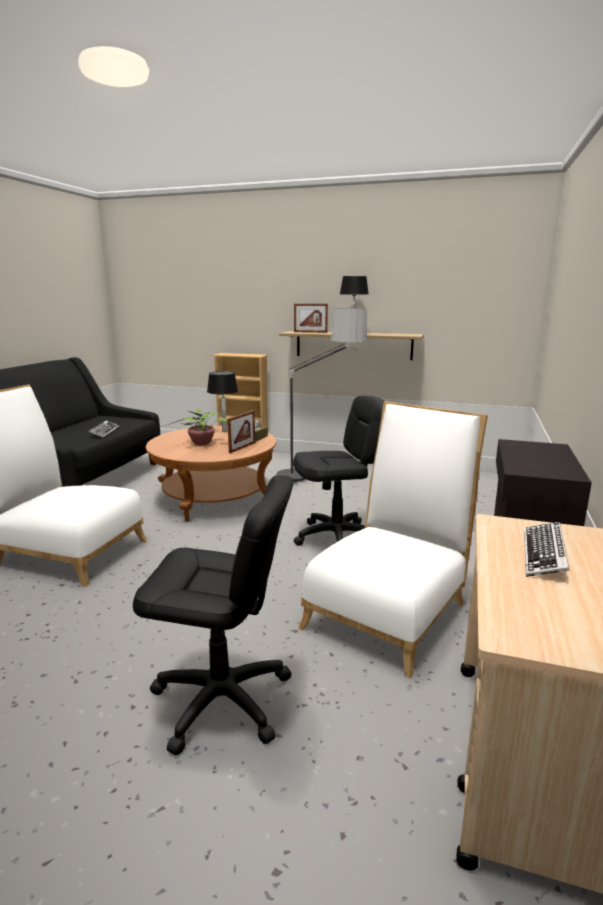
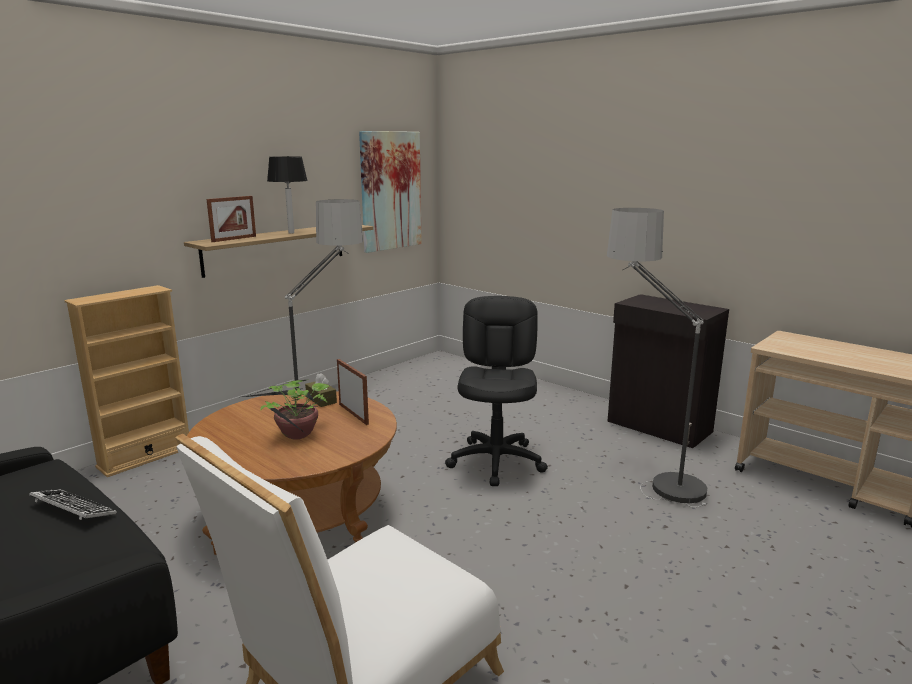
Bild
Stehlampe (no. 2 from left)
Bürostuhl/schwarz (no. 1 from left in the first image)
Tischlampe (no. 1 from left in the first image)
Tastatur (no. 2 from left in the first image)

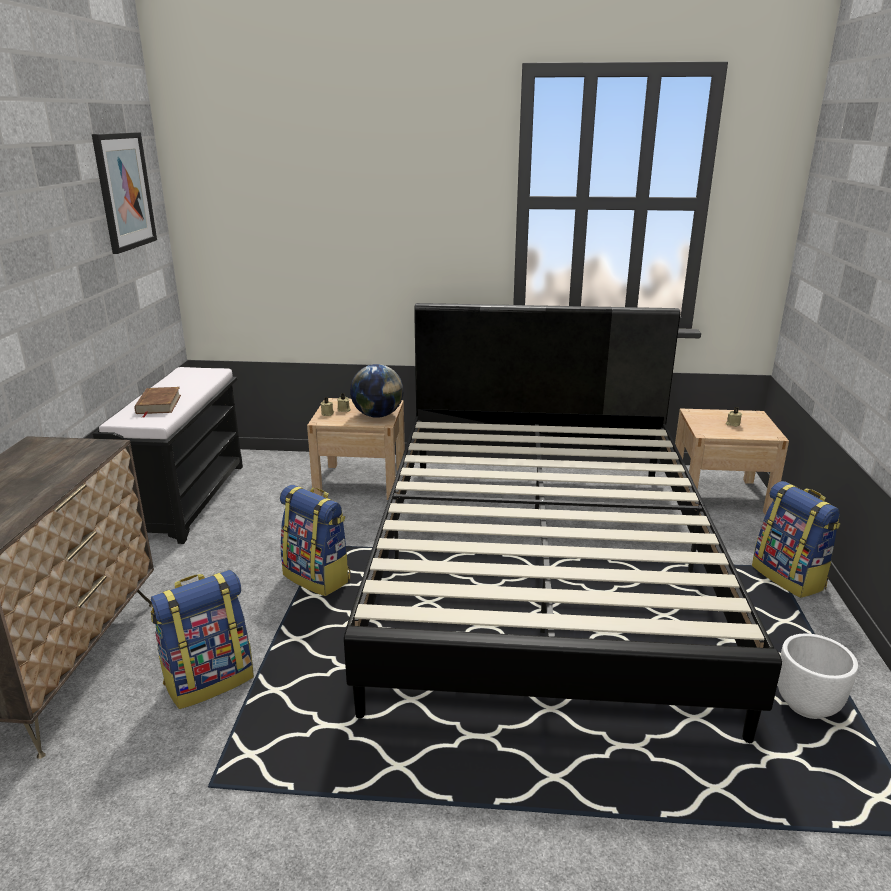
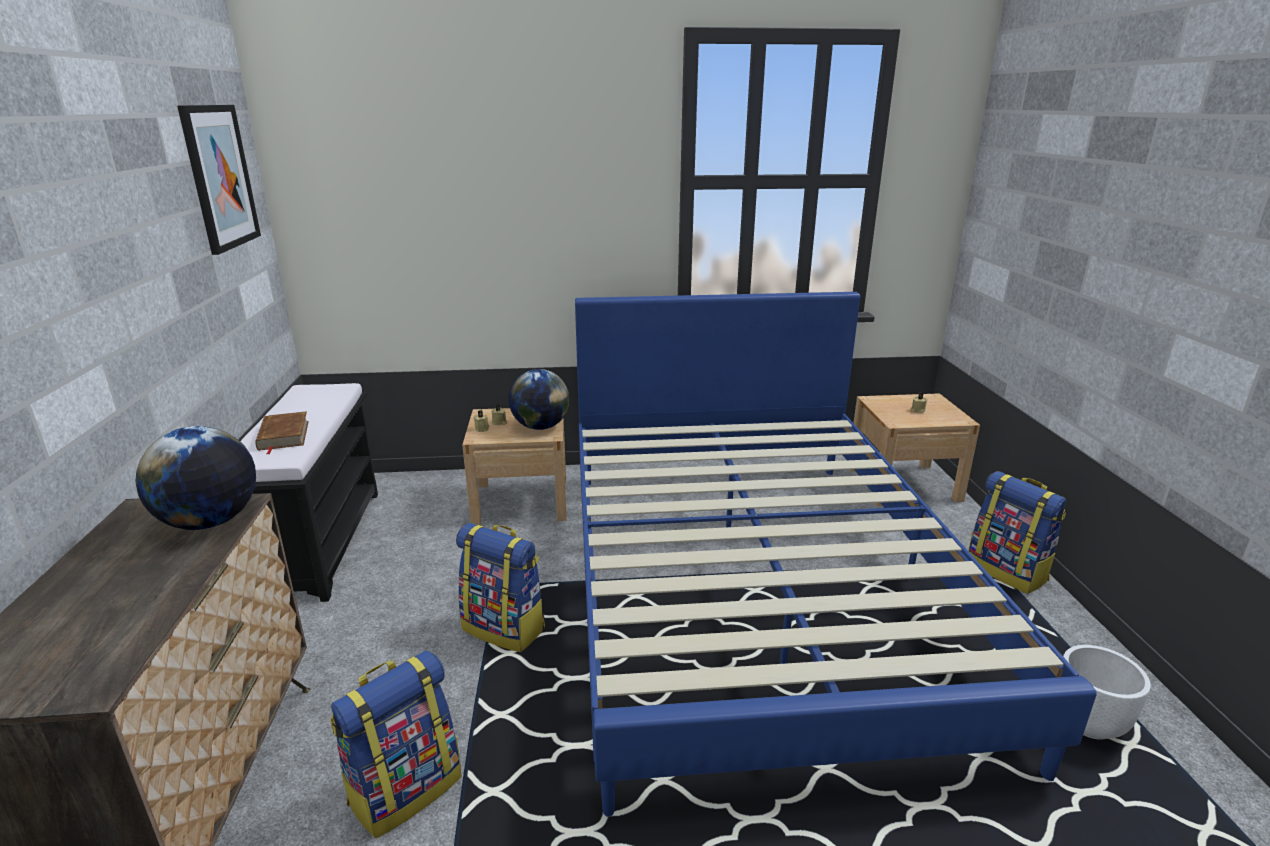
Globus (no. 1 from left)
Bett/blau

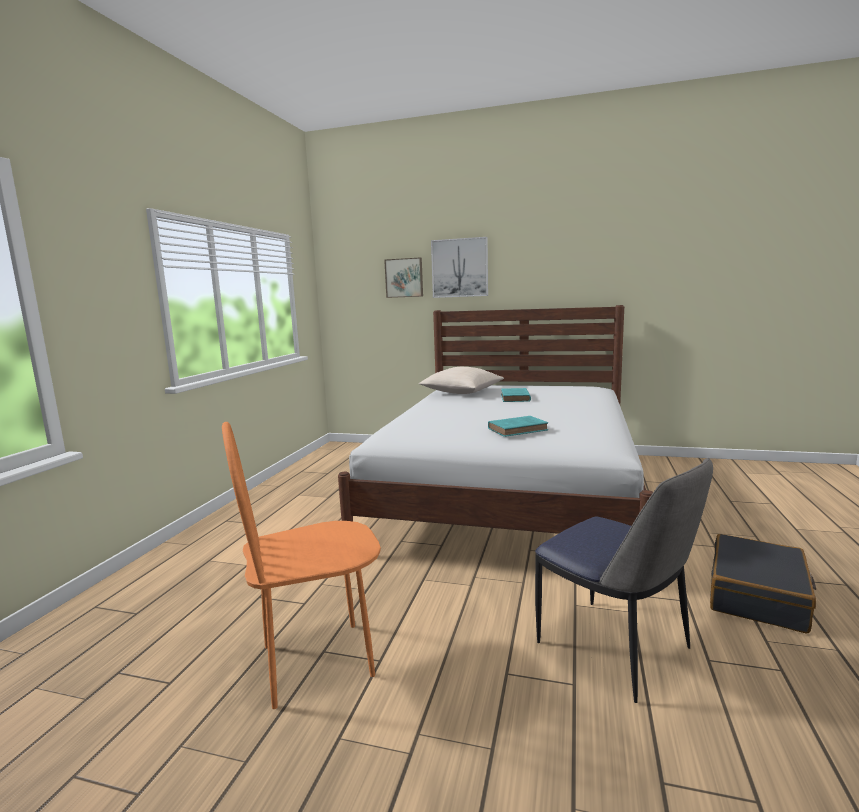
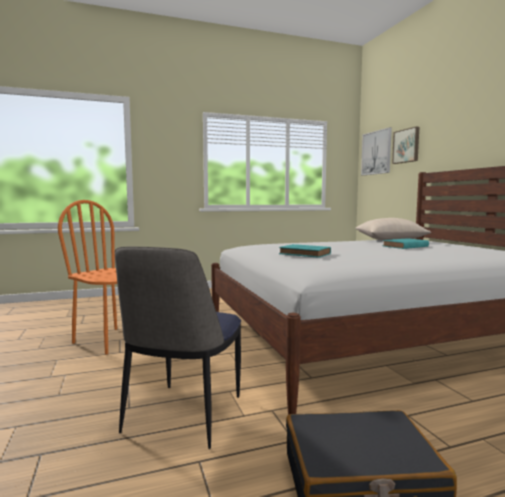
Bild (no. 1 from left)

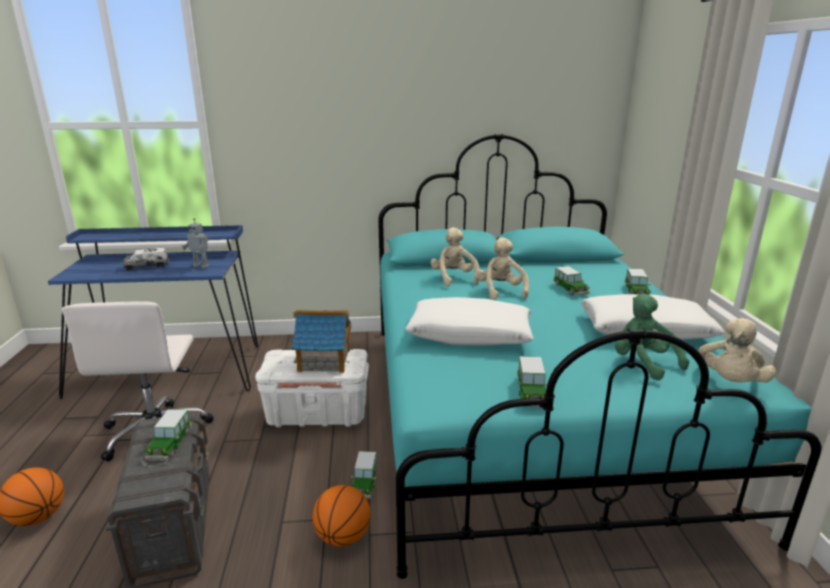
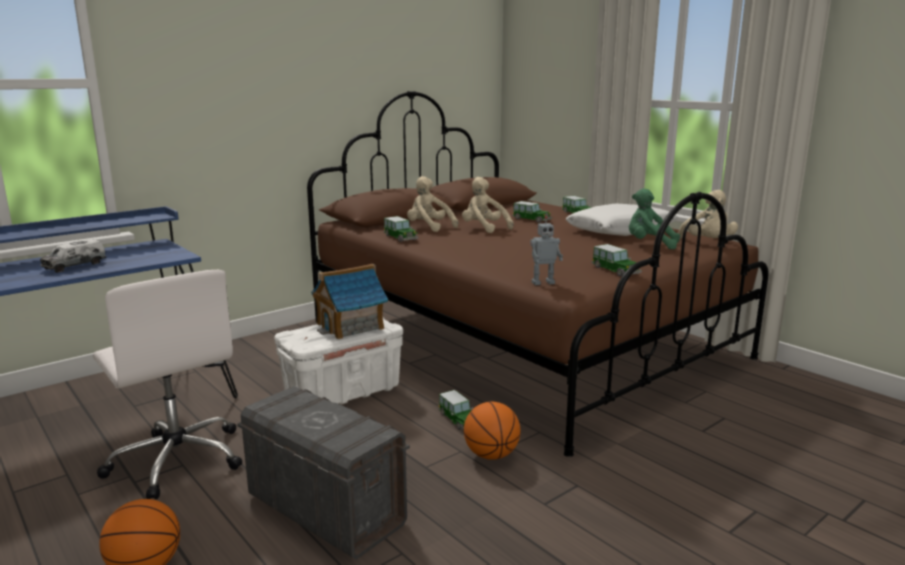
Bett/braun
Spielzeugauto (no. 1 from left)
Spielzeugroboter
Kissen/weiß (no. 1 from left in the first image)

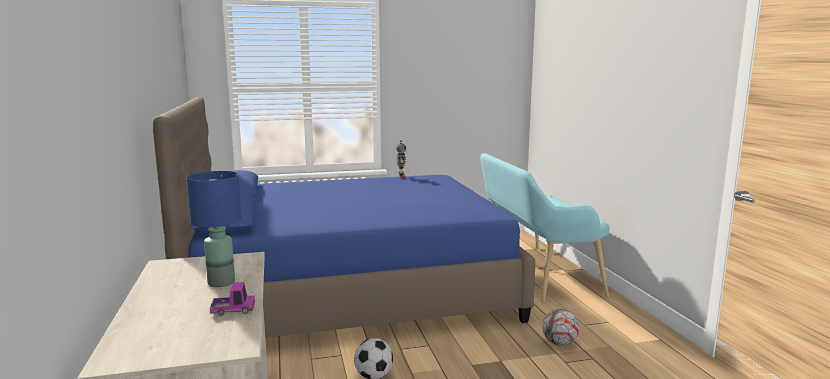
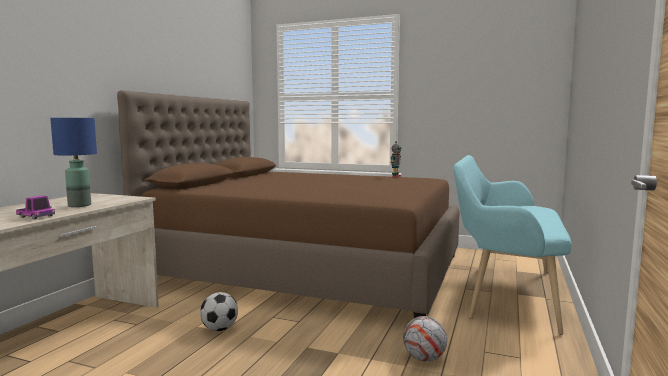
Bett/braun

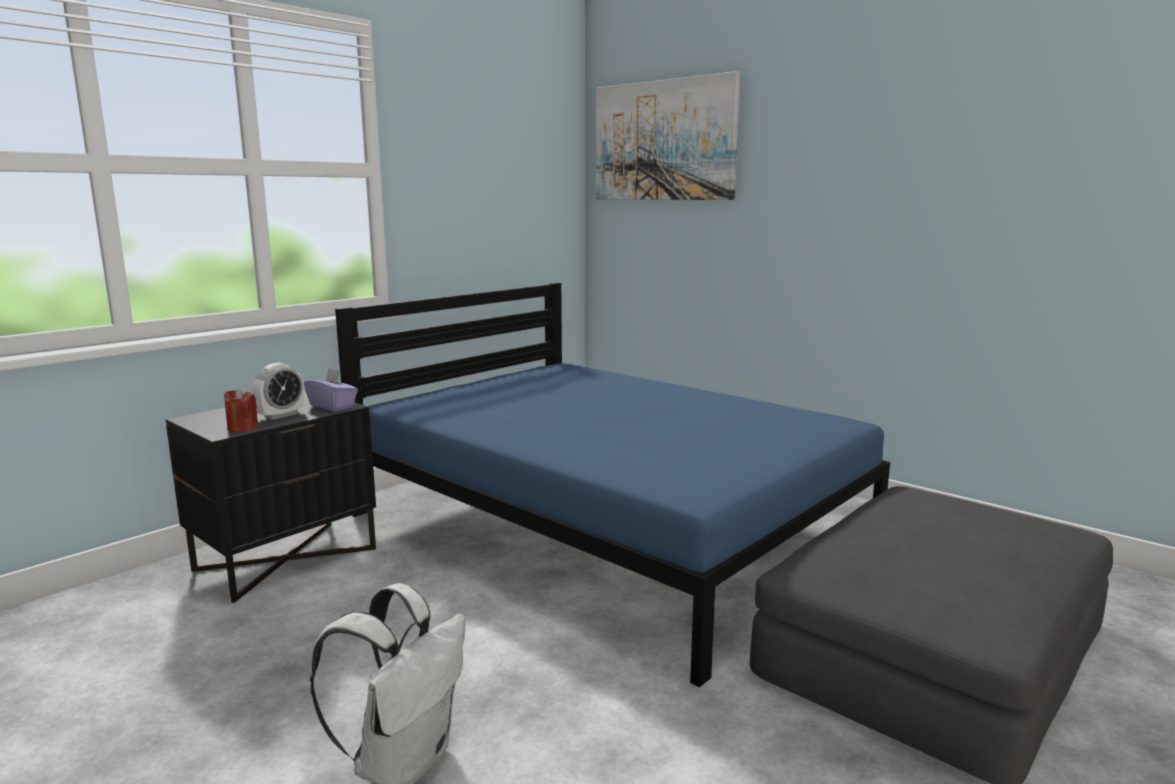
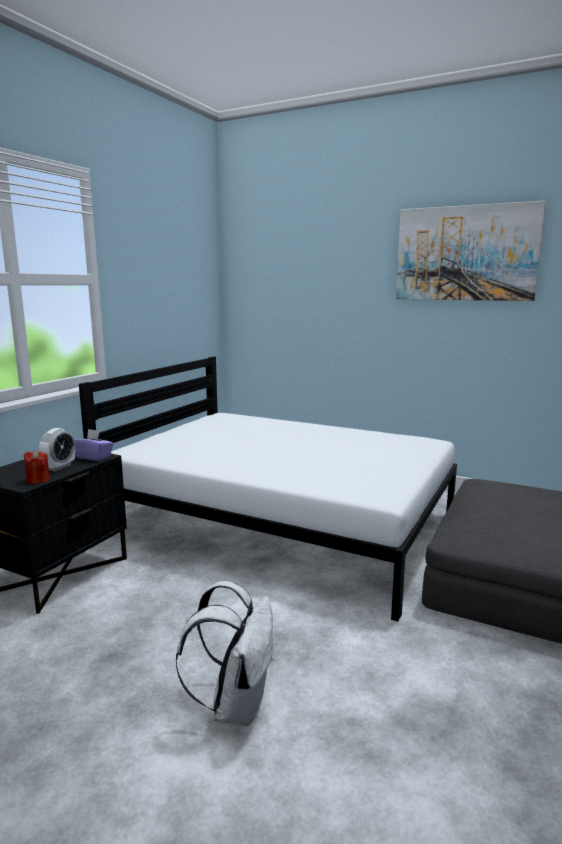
Bett/weiß
Bild

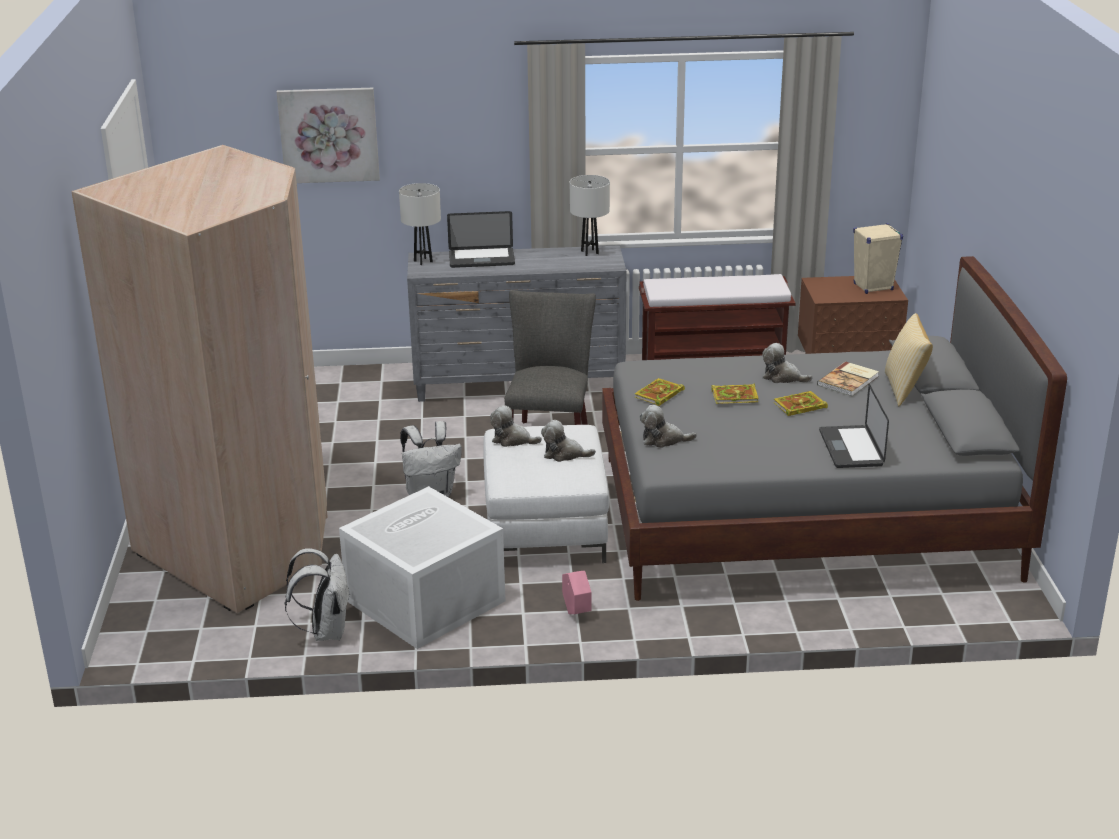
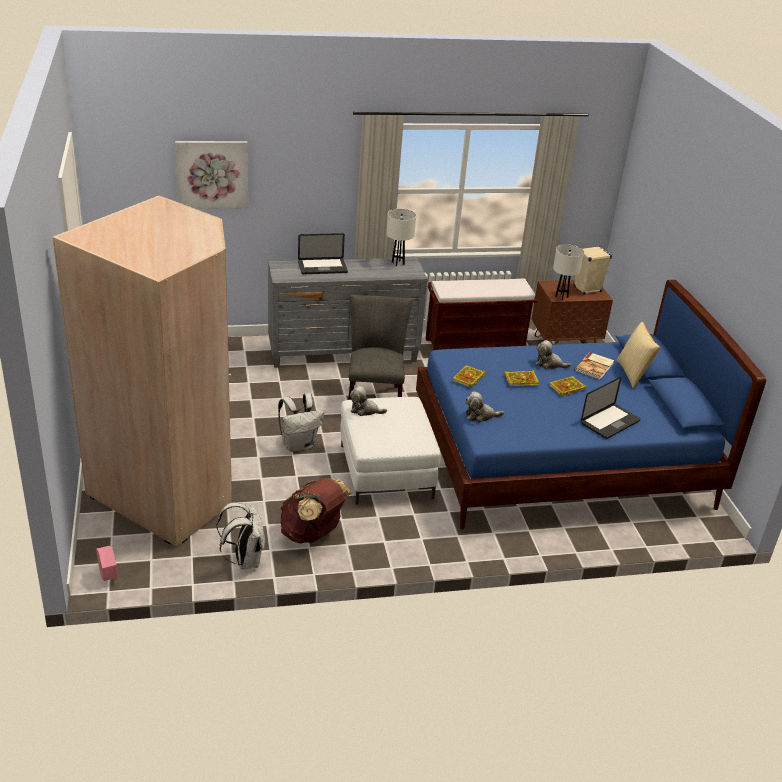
Pflanzkübel/rosa
Rucksack/braun
Bett/blau
Tischlampe/weiß (no. 2 from left)
Laptop (no. 2 from left)
Plüschtier (no. 2 from left in the first image)

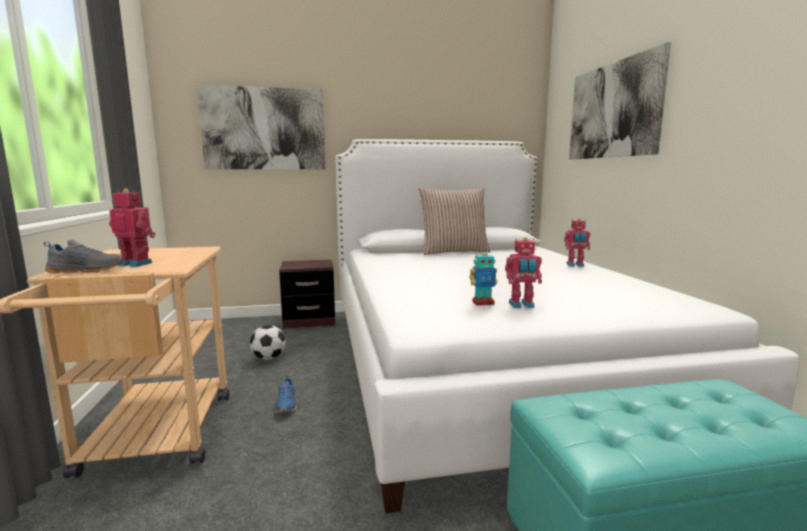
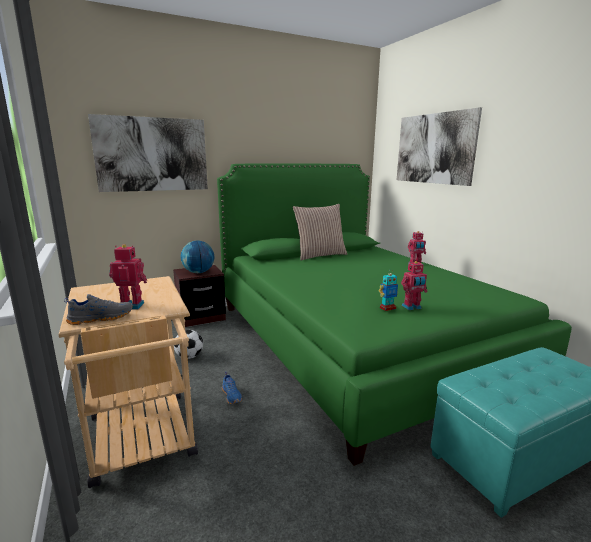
Globus
Bett/grün

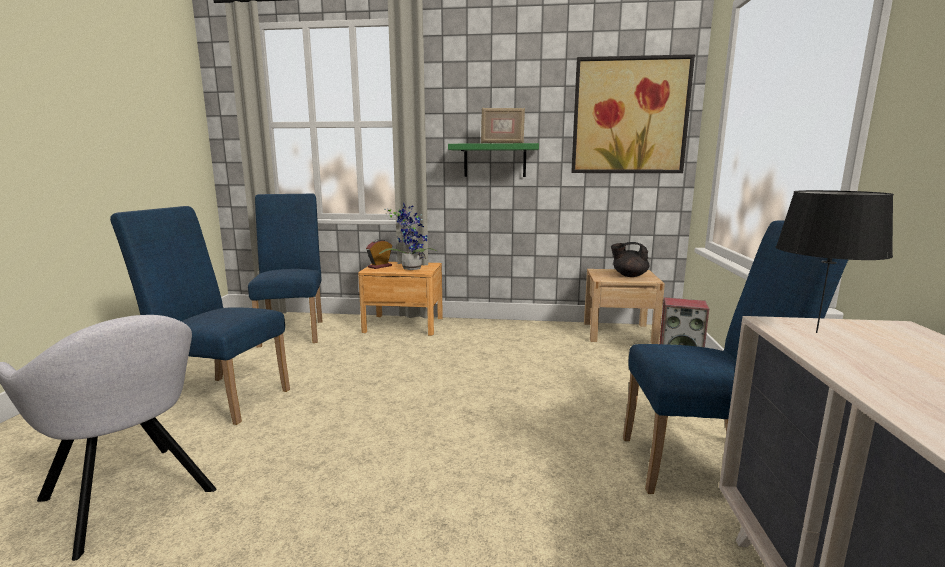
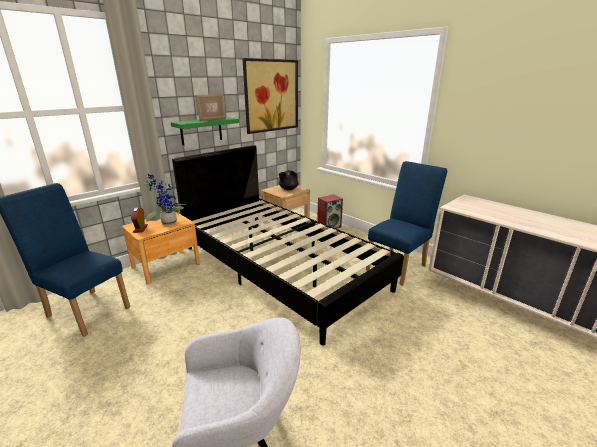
Bett/schwarz
Stuhl/blau (no. 1 from left in the first image)
Tischlampe/schwarz

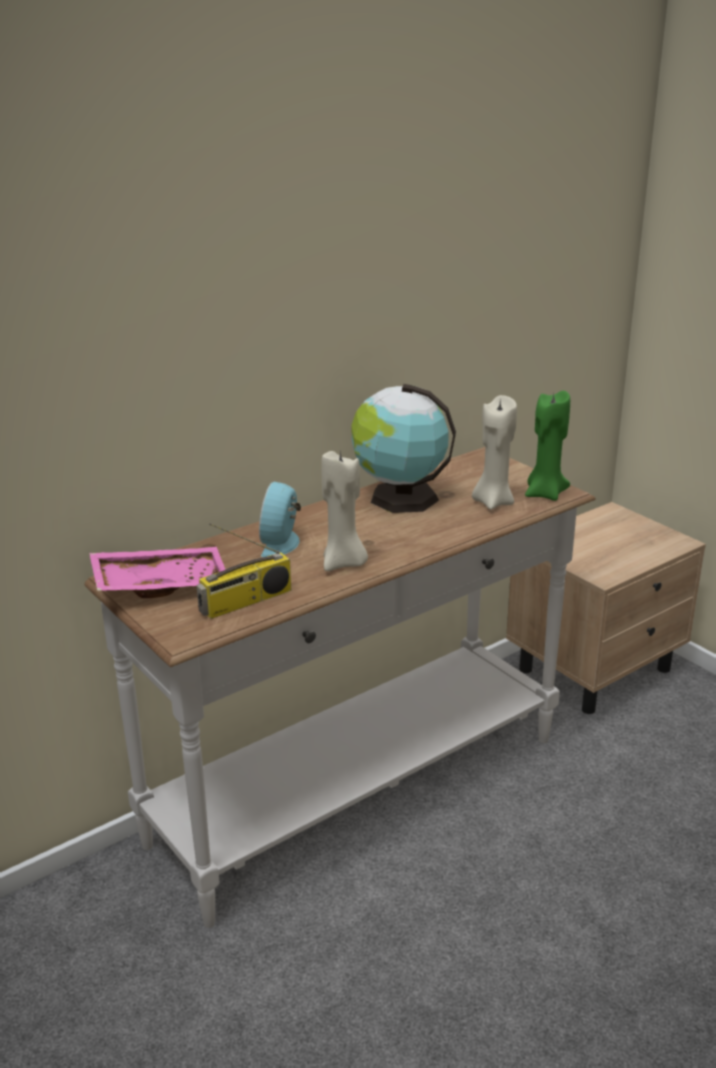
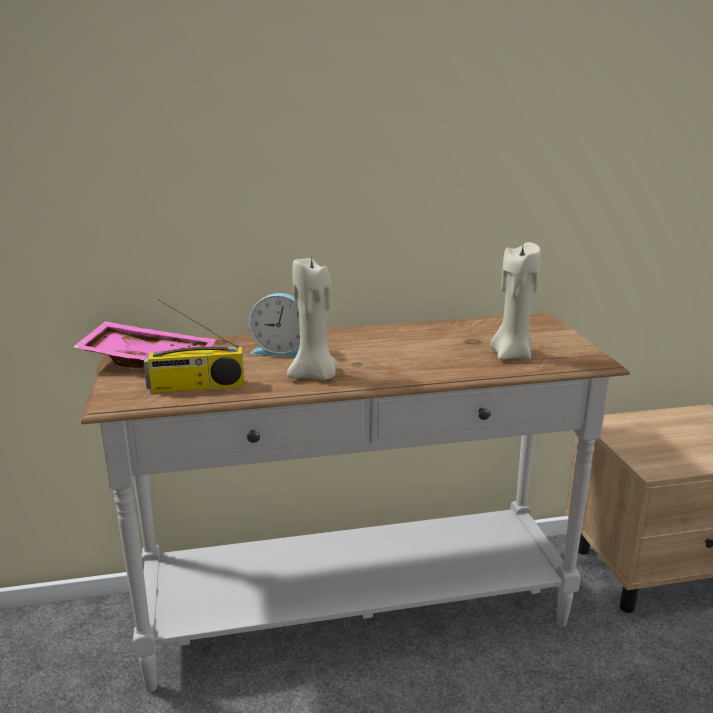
Wecker
Globus
Kerze/grün

